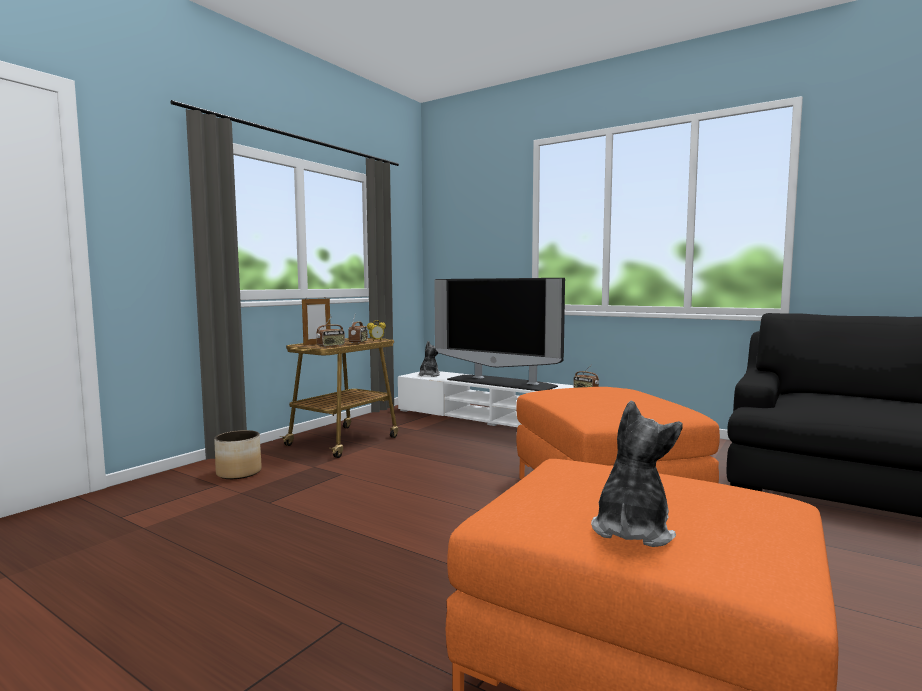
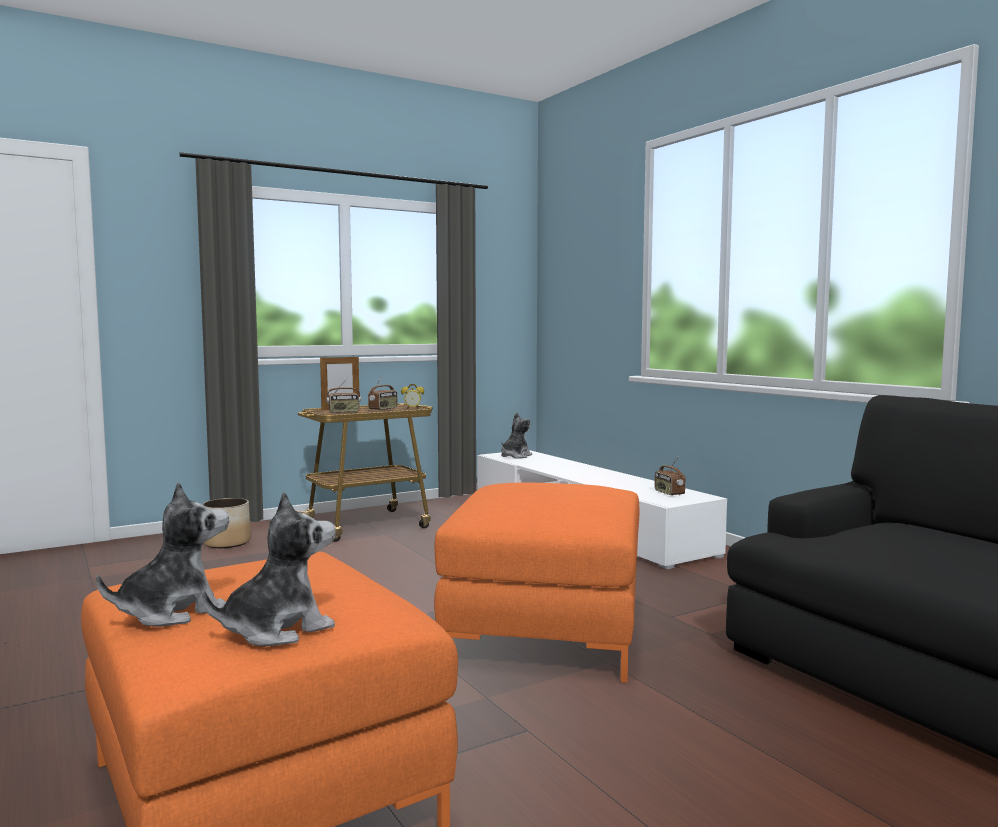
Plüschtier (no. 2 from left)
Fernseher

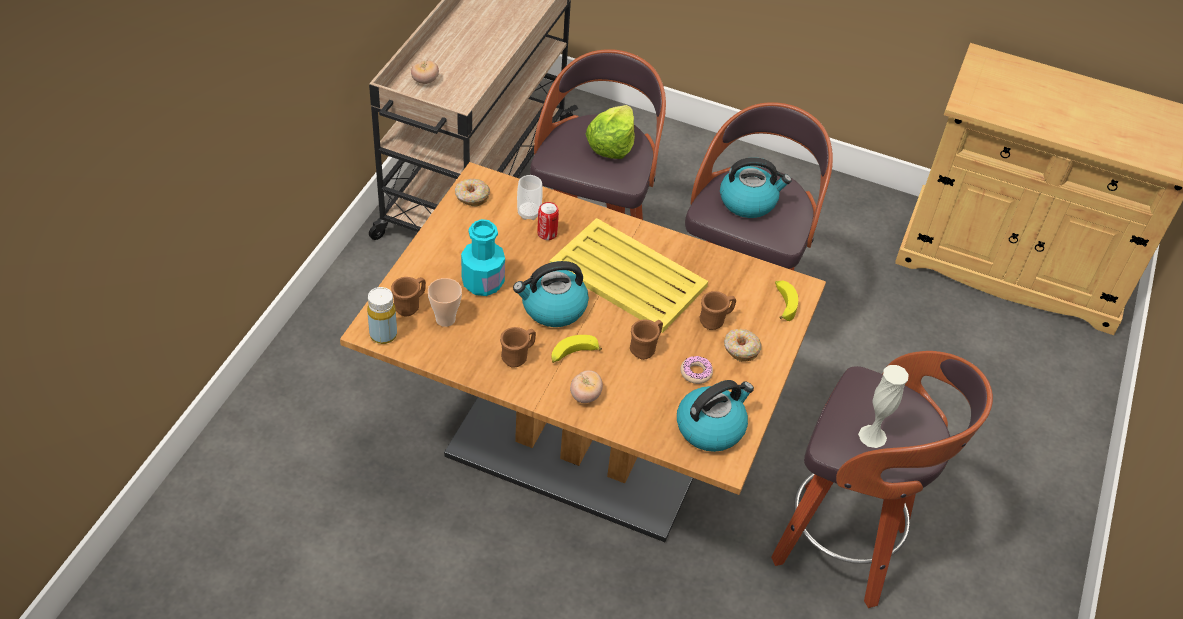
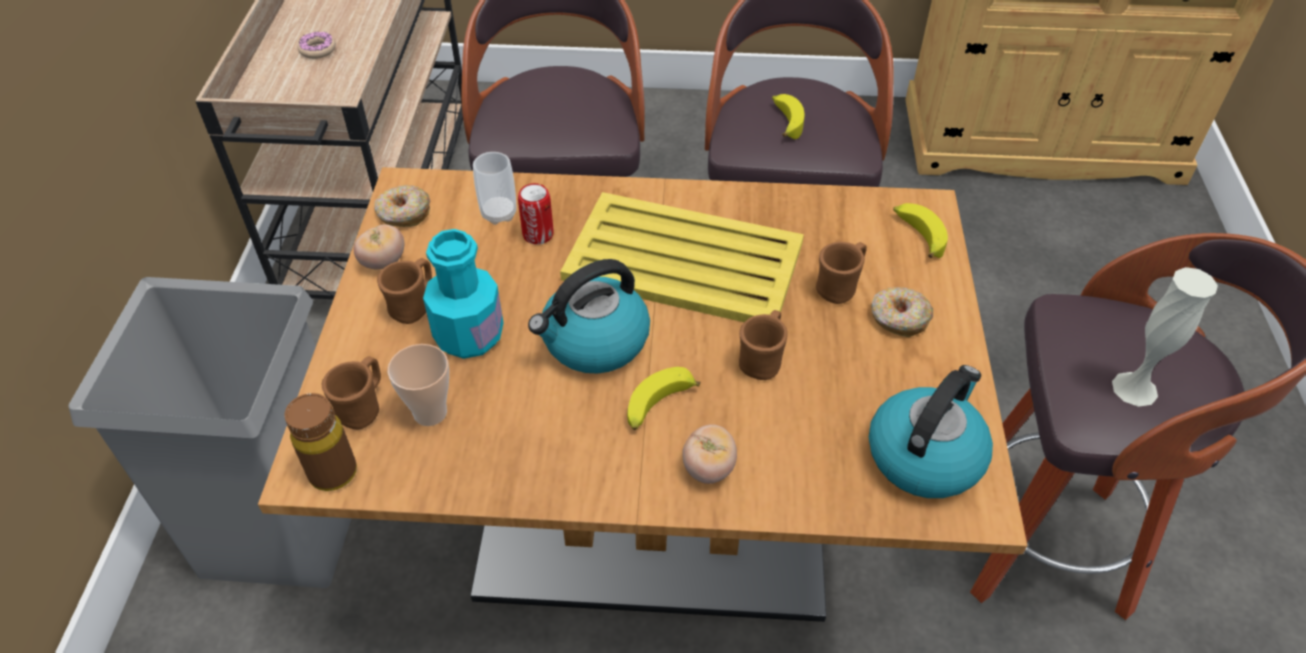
Mülleimer/grau
Flasche/braun
Donut (no. 1 from left)
Tomate (no. 1 from left)
Henkelbecher/braun (no. 2 from left)
Banane (no. 2 from left)
Salatkopf

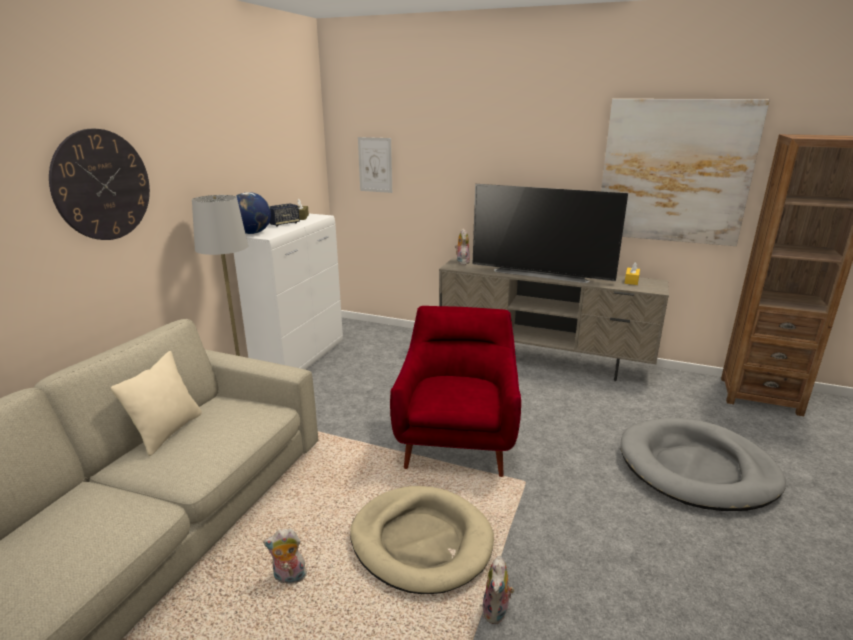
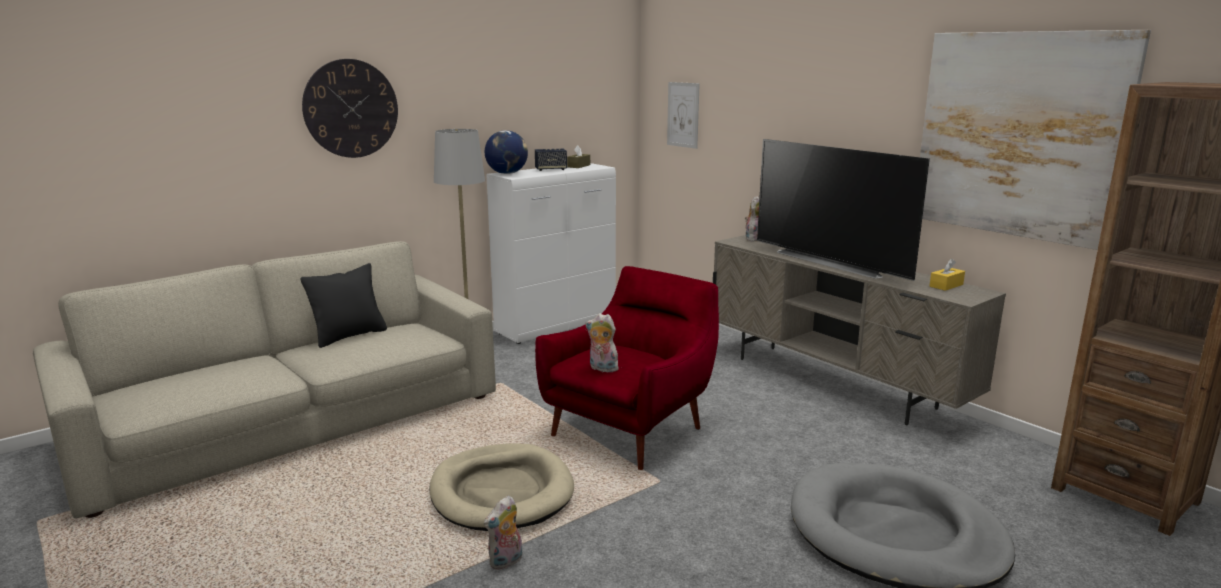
Kissen/schwarz
Plüschtier (no. 2 from left)

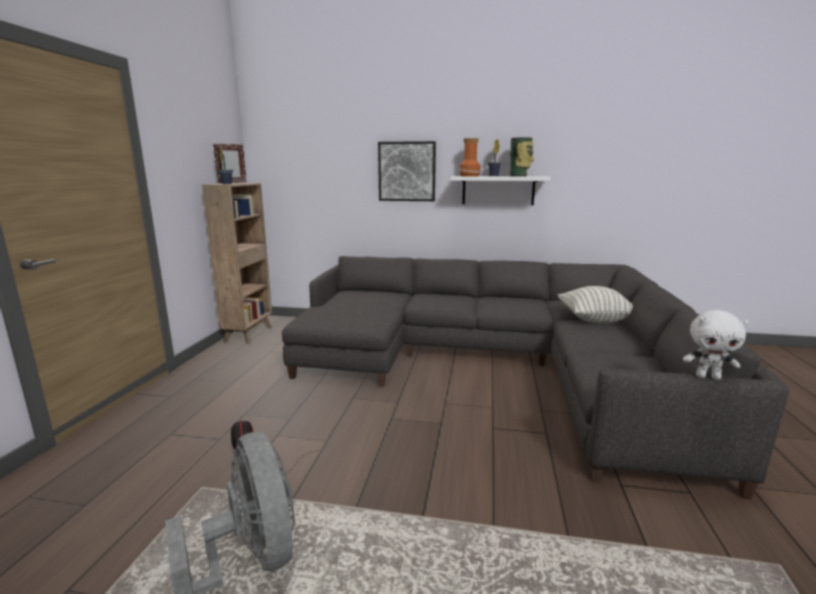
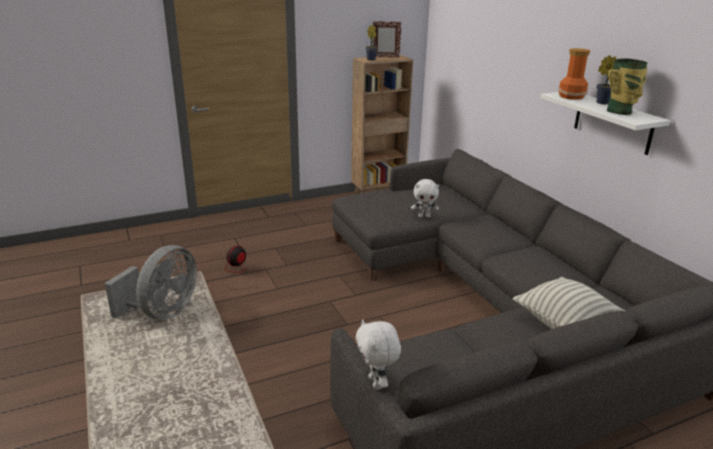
Plüschtier/weiß (no. 2 from left)
Bild

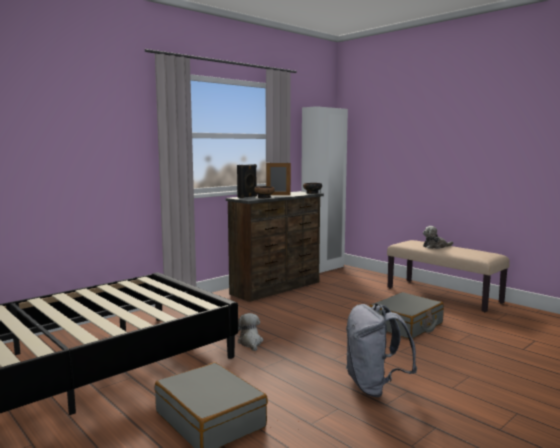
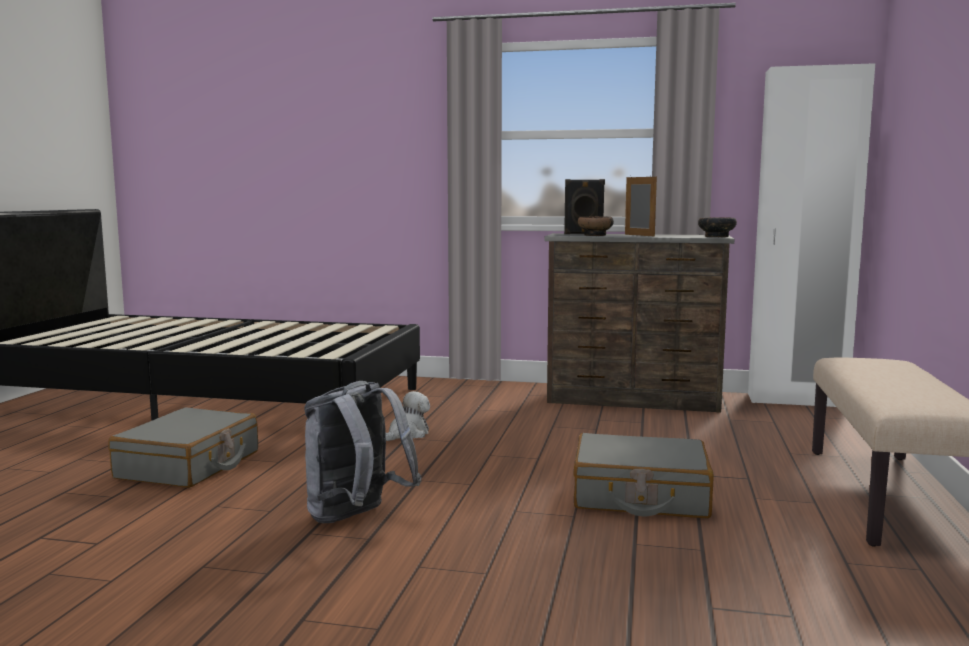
Plüschtier (no. 2 from left in the first image)

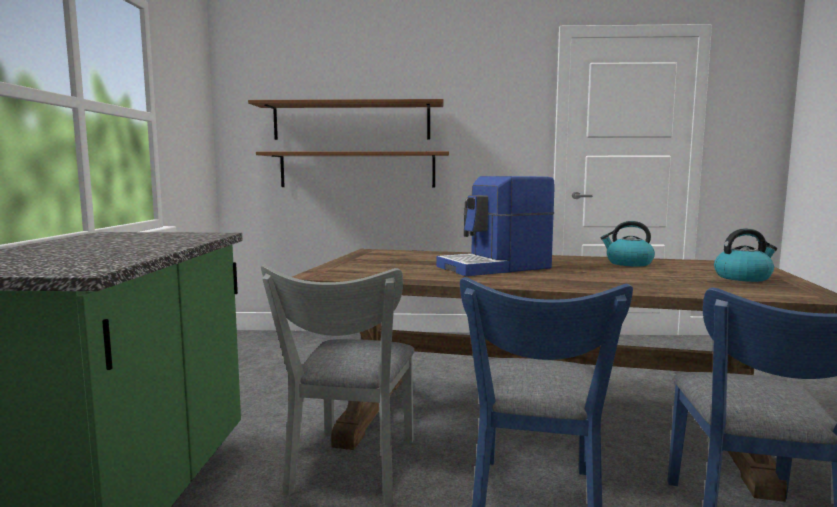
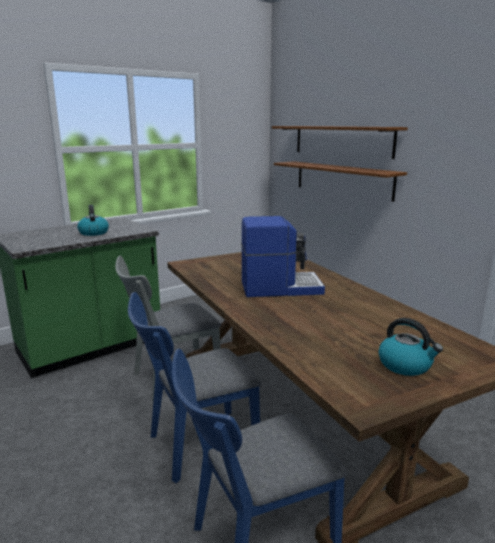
Wasserkessel (no. 1 from left)
Kaffeemaschine

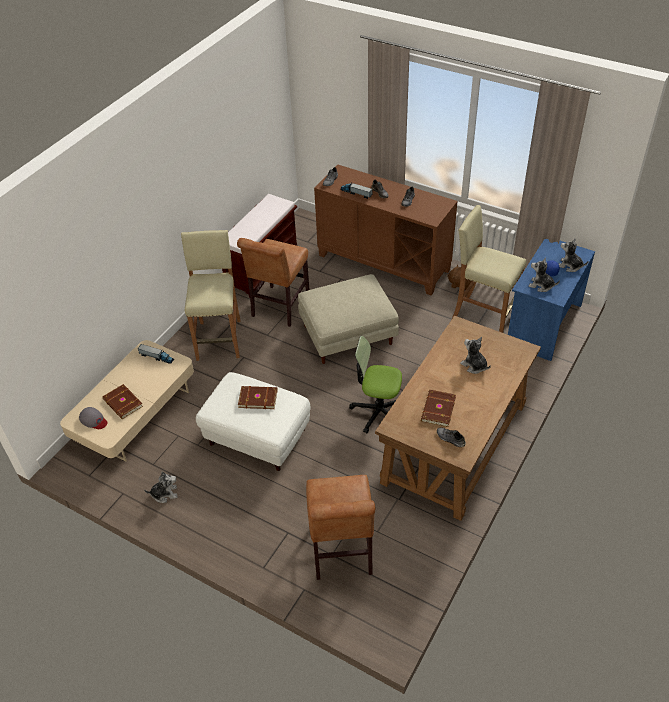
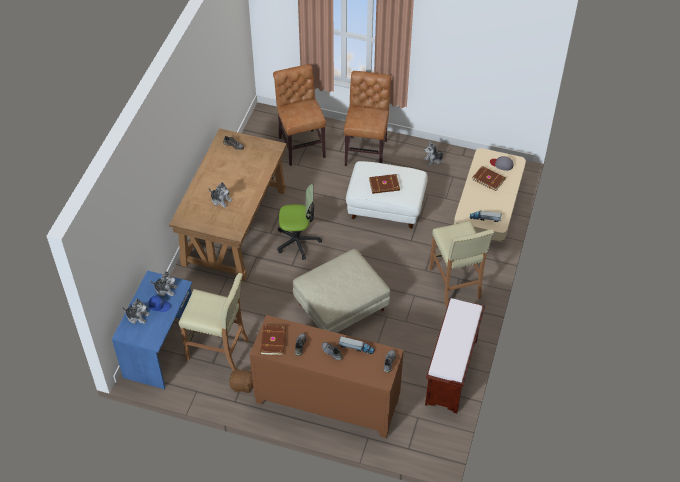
Buch/braun (no. 1 from left)
Stuhl/braun (no. 2 from left)

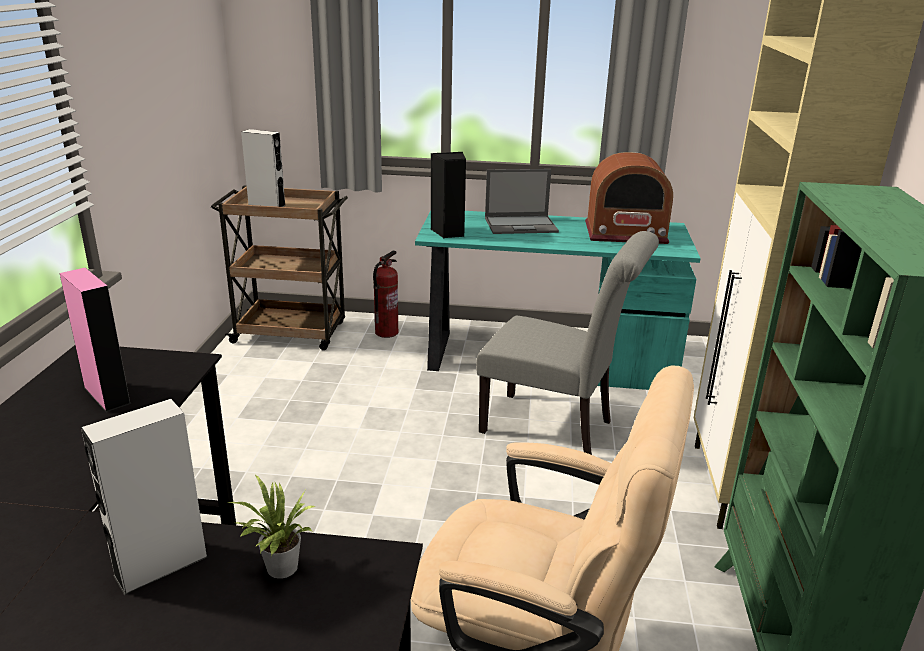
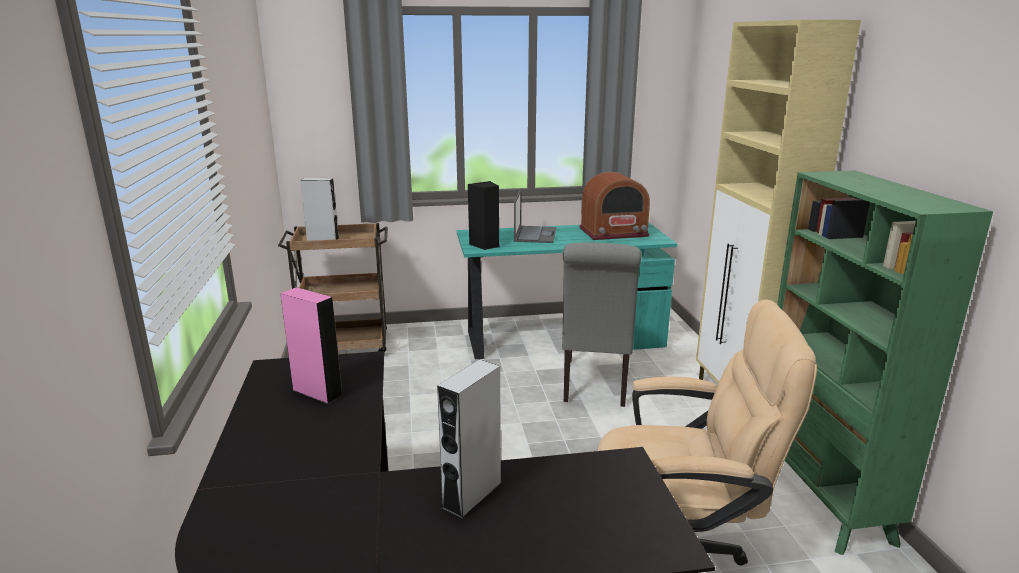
Laptop
Stuhl/grau
Topfpflanze
Feuerlöscher

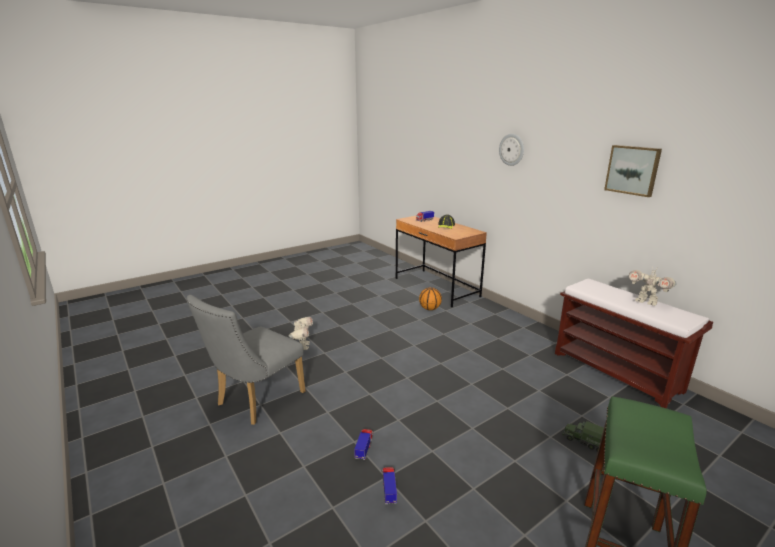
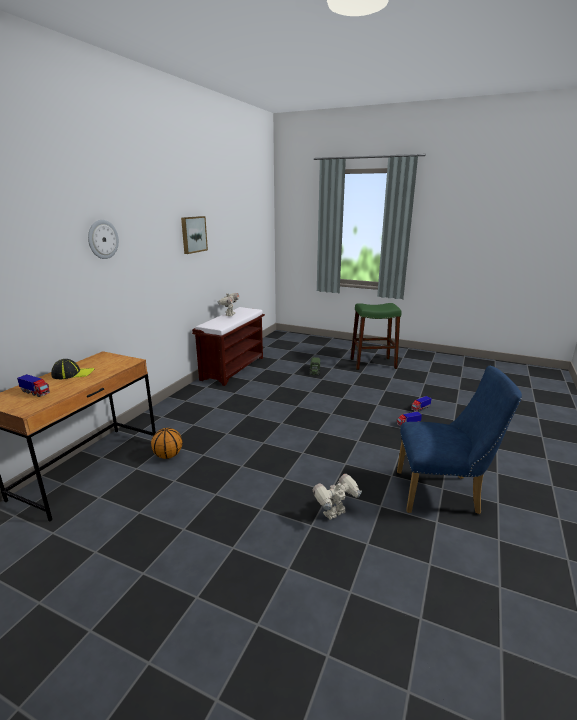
Stuhl/blau

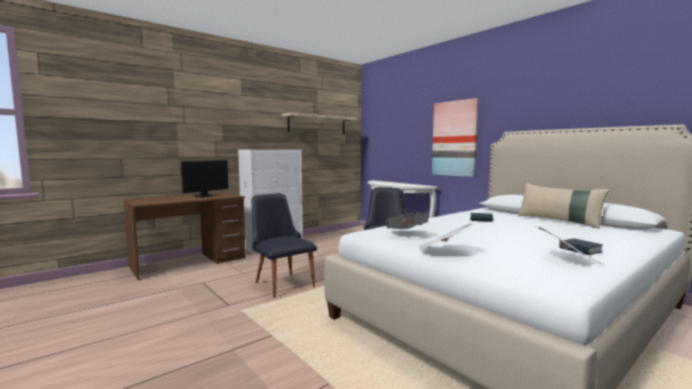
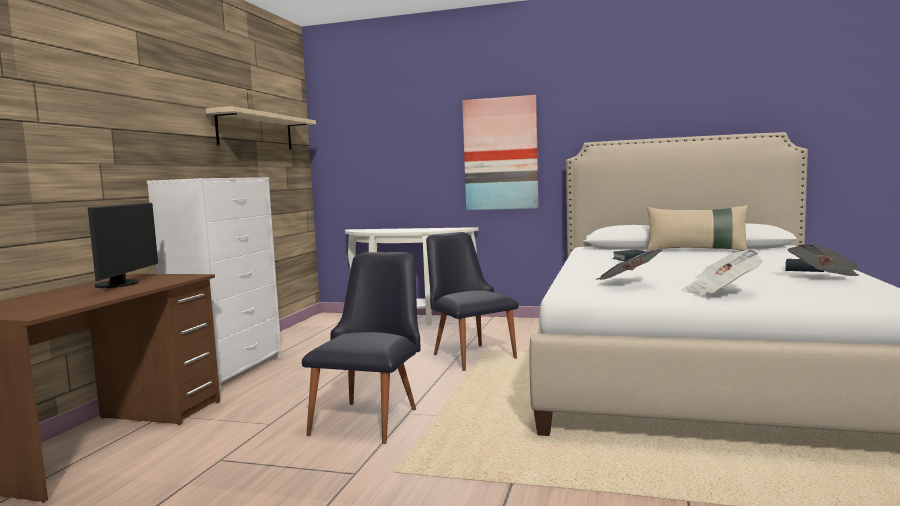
Stuhl/schwarz (no. 1 from left)

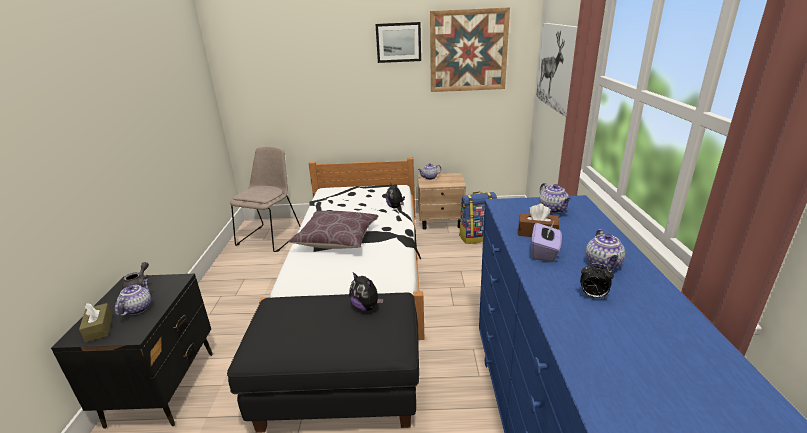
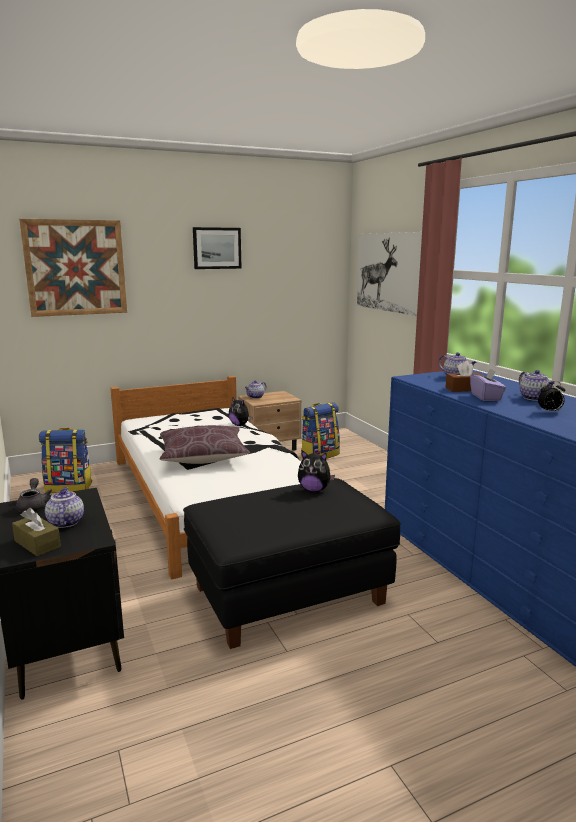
Bild (no. 1 from left)
Rucksack (no. 1 from left)

